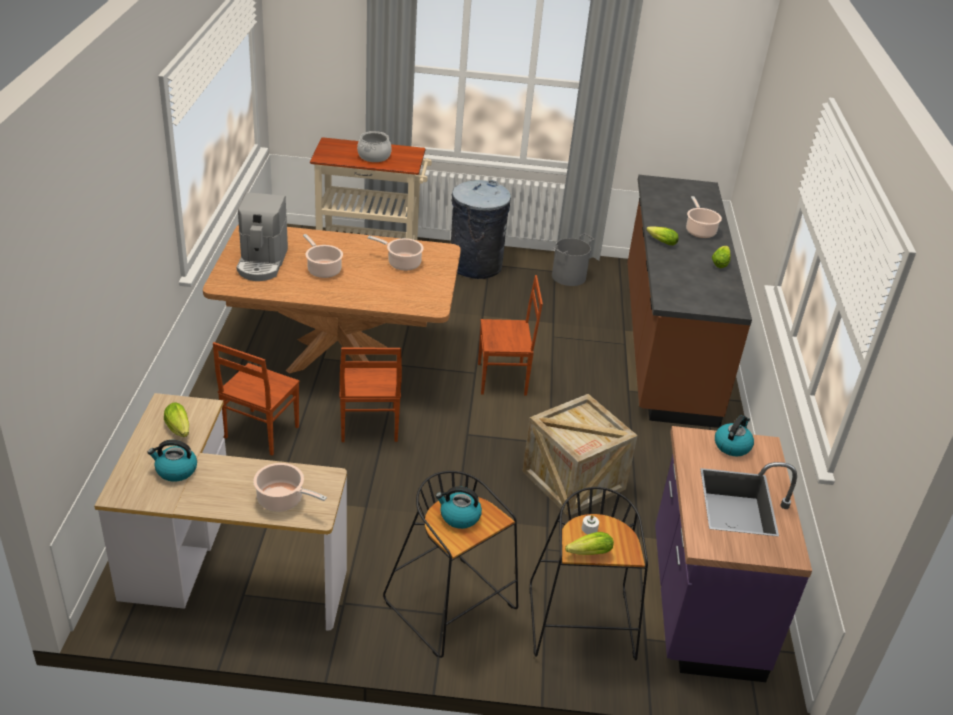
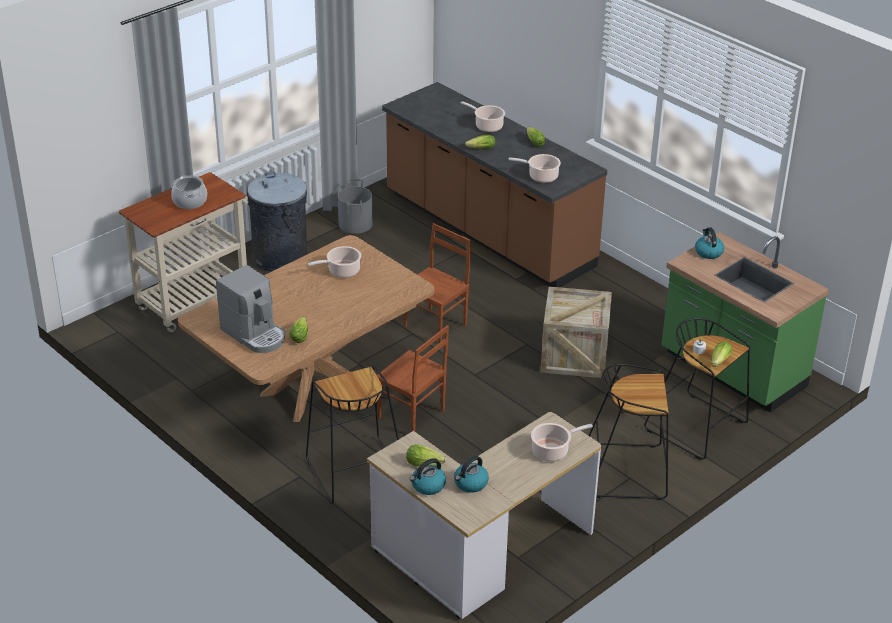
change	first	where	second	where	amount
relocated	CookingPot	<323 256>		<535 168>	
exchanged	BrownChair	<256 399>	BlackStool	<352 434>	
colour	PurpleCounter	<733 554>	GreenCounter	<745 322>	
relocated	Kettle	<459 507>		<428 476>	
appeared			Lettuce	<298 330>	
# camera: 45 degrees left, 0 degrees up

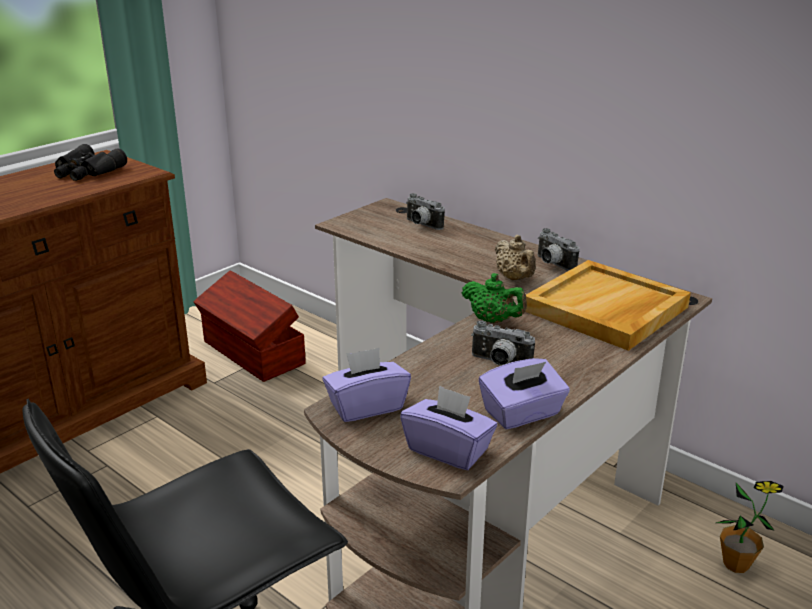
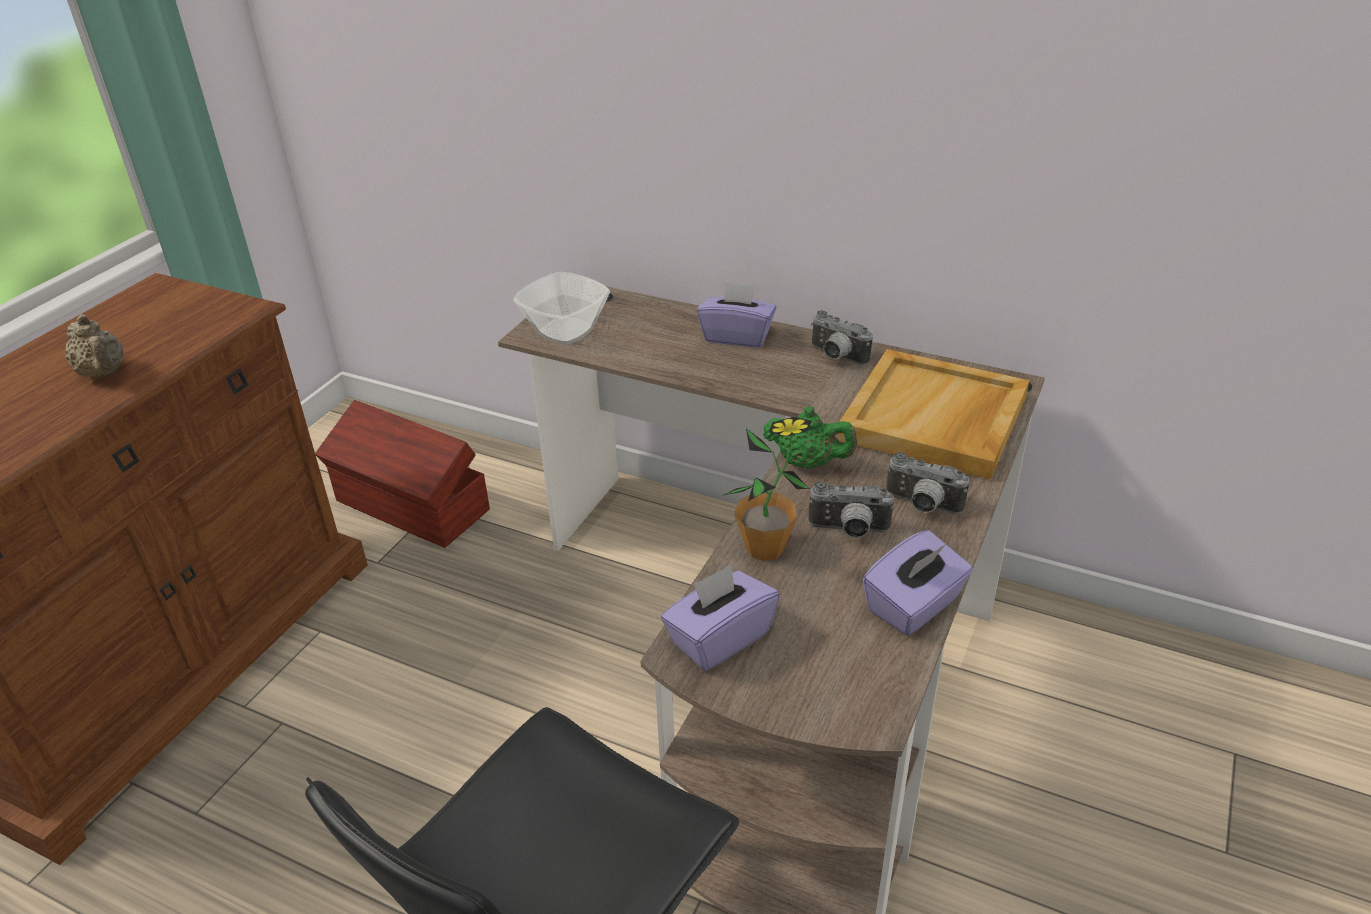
change	first	where	second	where	amount
missing	BlackBinoculars	<90 162>			
relocated	PhotoCamera	<425 211>		<927 483>	
relocated	BeigeTeapot	<515 257>		<94 346>	
relocated	PurpleTissueBox	<448 427>		<736 314>	
relocated	PottedPlant	<750 527>		<768 489>	
appeared			Bowl	<561 308>	
# camera: 15 degrees left, 10 degrees up

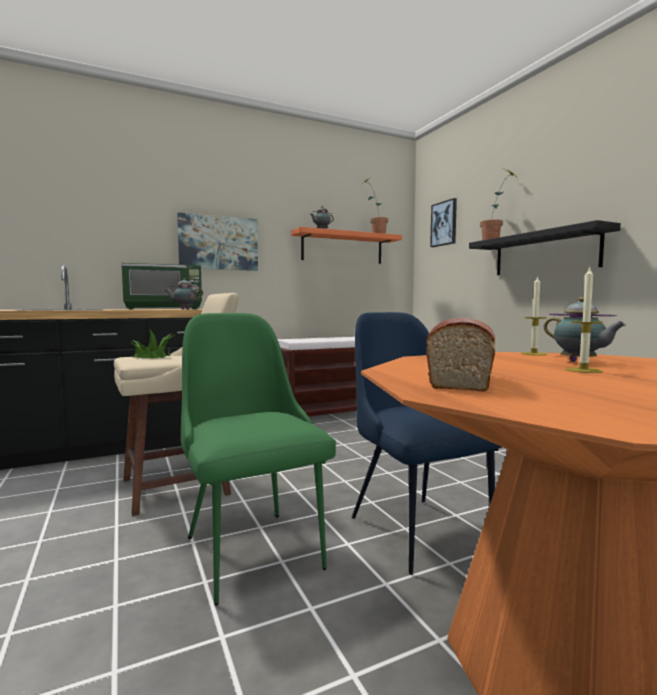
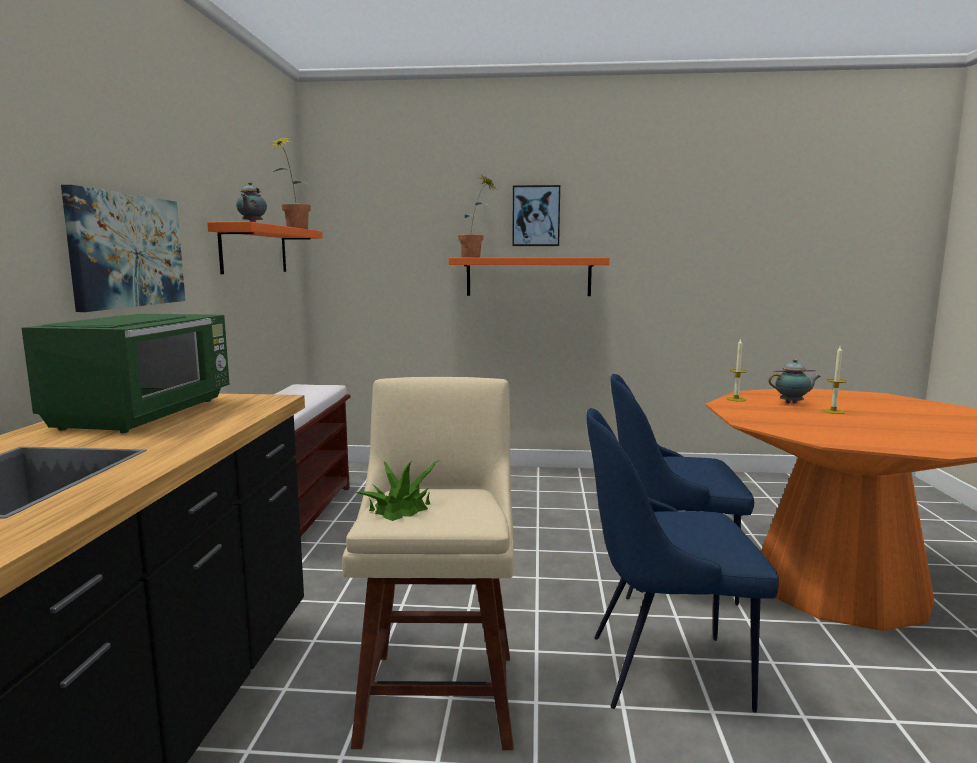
change	first	where	second	where	amount
relocated	Picture	<443 222>		<536 215>	
colour	BlackShelf	<545 247>	OrangeShelf	<529 277>	
missing	Teapot	<183 293>			
colour	GreenChair	<258 459>	BlueChair	<682 560>	
missing	Bread	<460 355>			
# camera: 60 degrees left, 5 degrees up

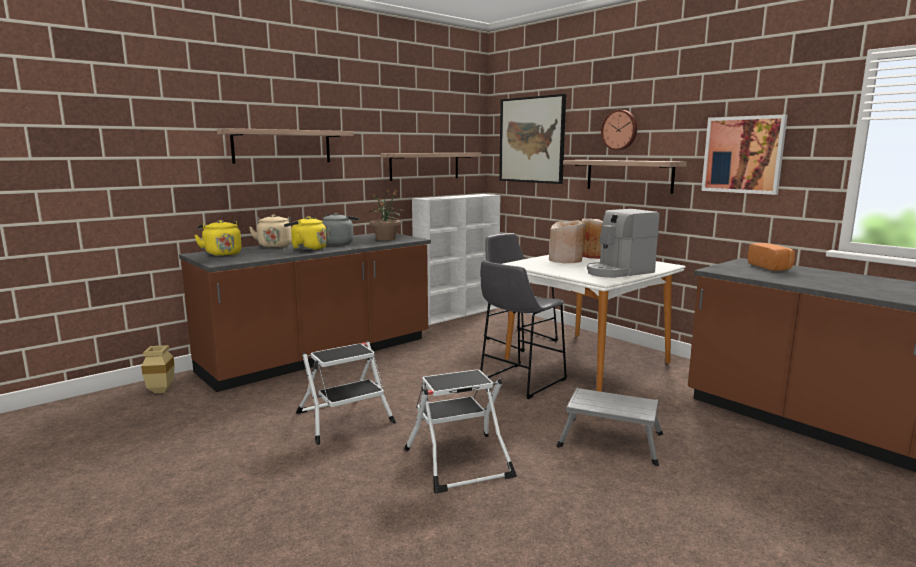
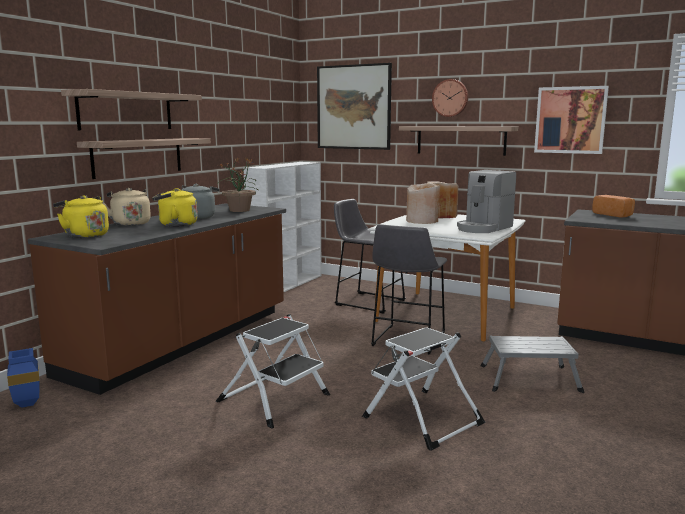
change	first	where	second	where	amount
relocated	Shelf	<431 167>		<144 158>	
colour	BeigeVase	<157 369>	BlueVase	<23 378>	
# camera: 20 degrees left, 0 degrees up

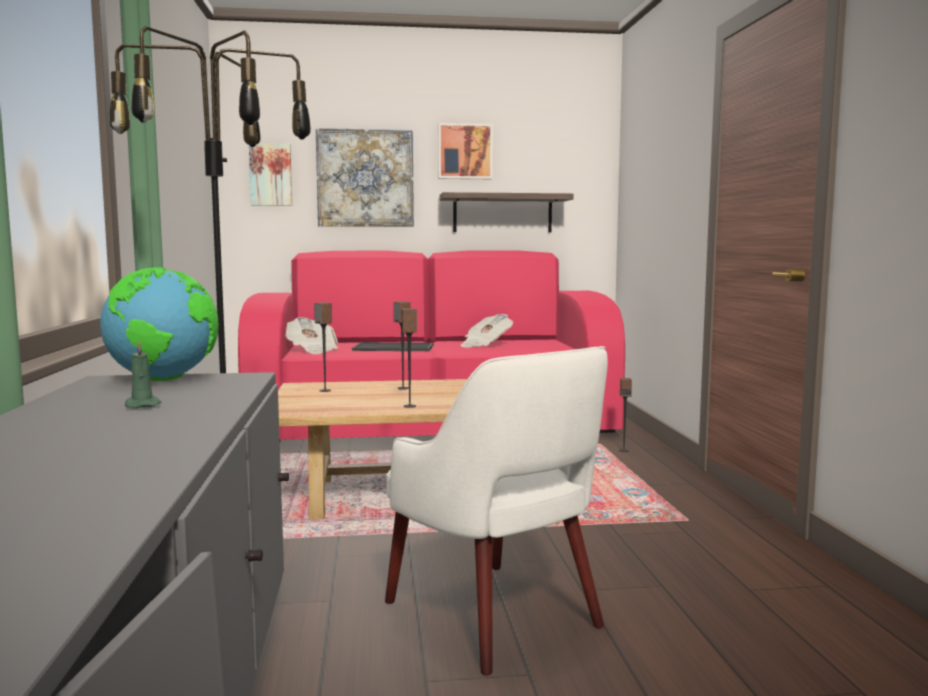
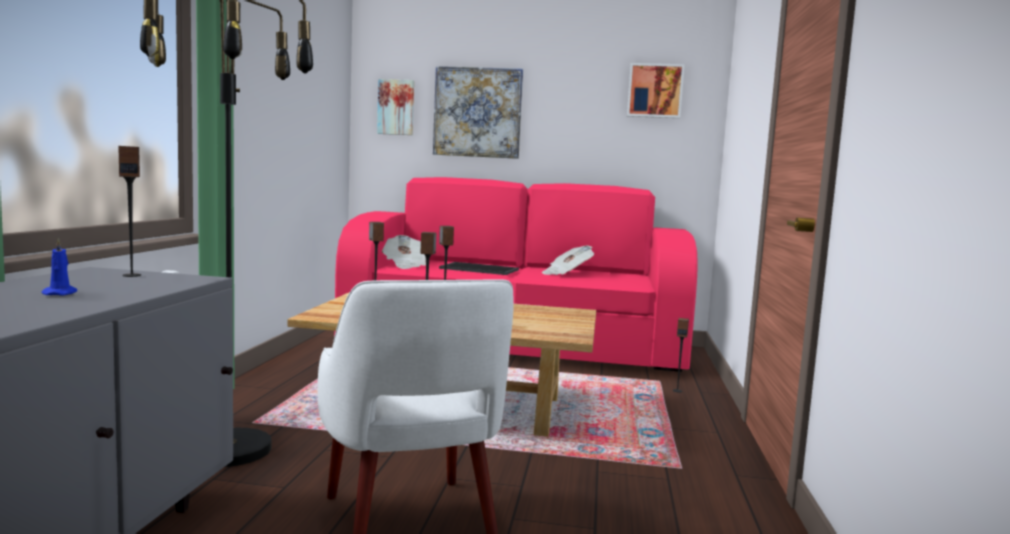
change	first	where	second	where	amount
relocated	Picture	<465 151>		<656 90>	
missing	Shelf	<507 212>			
exchanged	Globe	<159 324>	Speaker	<129 211>	
colour	GreenCandle	<143 374>	BlueCandle	<59 267>	
# camera: 15 degrees right, 0 degrees up

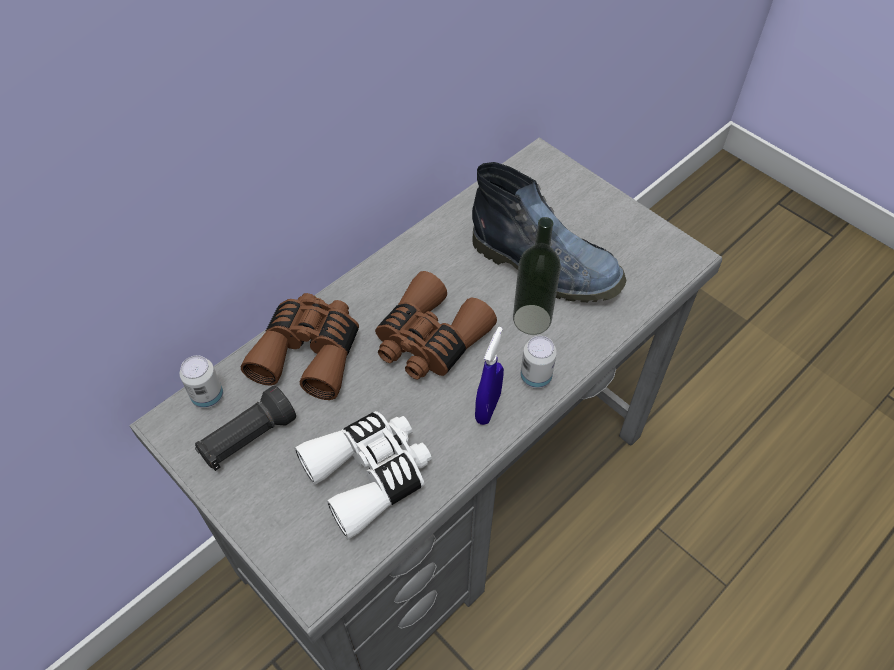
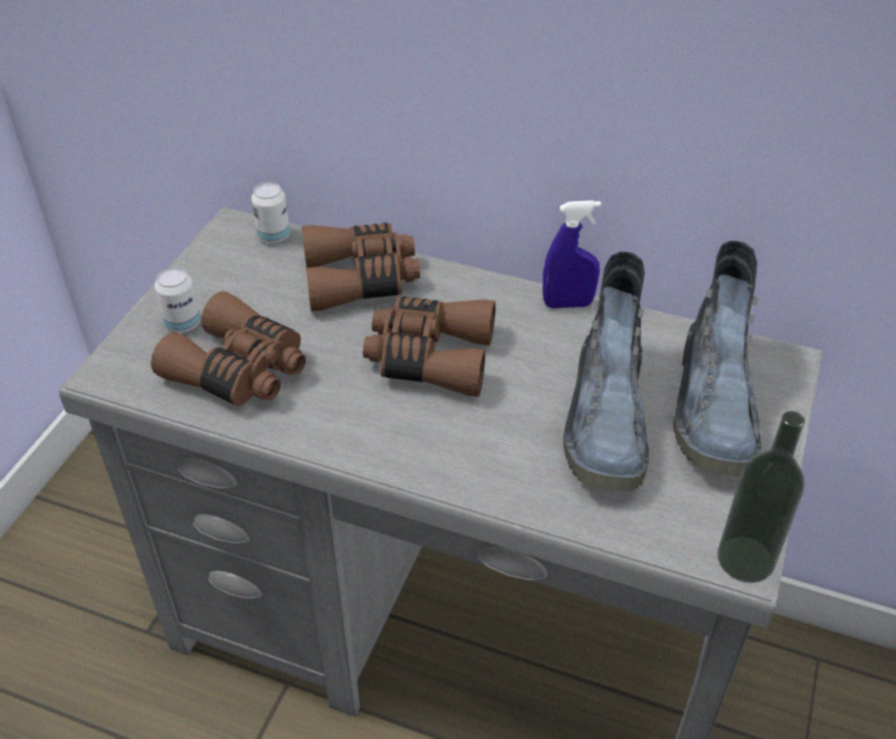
change	first	where	second	where	amount
relocated	Bottle	<537 276>		<761 497>	
relocated	BlueSprayBottle	<489 376>		<572 254>	
relocated	Can	<538 362>		<177 300>	
missing	BlackFlashlight	<245 428>			
colour	WhiteBinoculars	<363 475>	BrownBinoculars	<228 348>	
appeared			Boot	<717 358>	
# camera: 65 degrees right, 10 degrees down

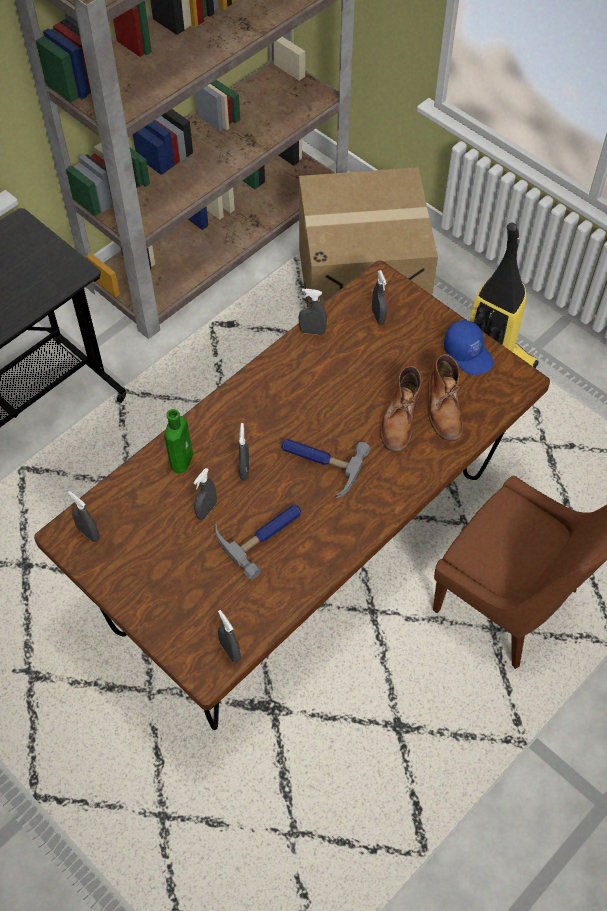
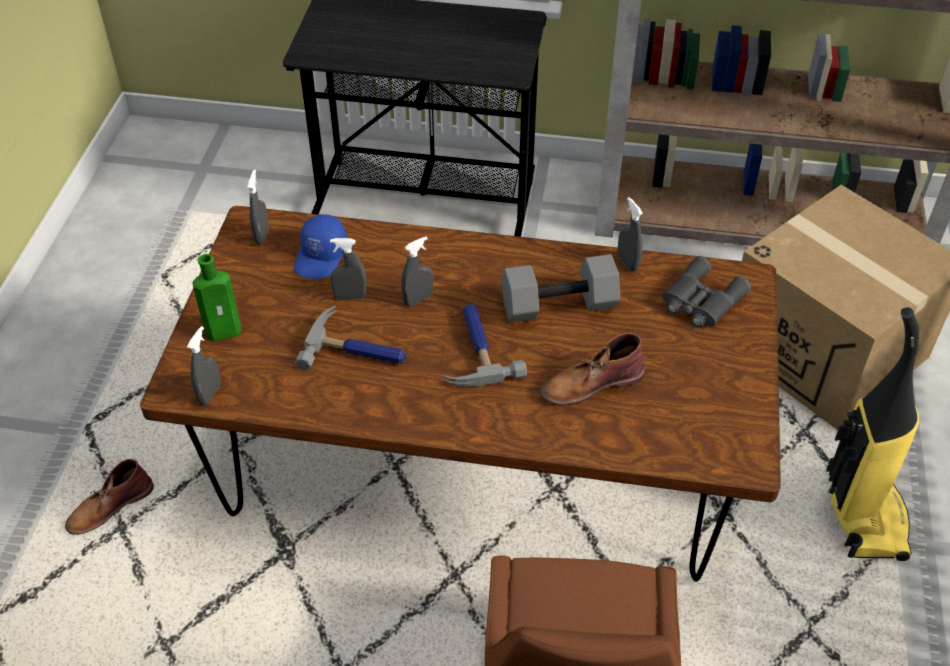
change	first	where	second	where	amount
exchanged	GreySprayBottle	<379 297>	GreyBinoculars	<706 292>	
relocated	BlueCap	<469 347>		<320 246>	
relocated	BrownBoot	<445 397>		<109 497>	
relocated	GreenBottle	<178 441>		<217 297>	
appeared			GreyDumbbell	<561 288>	
# camera: 55 degrees right, 10 degrees down

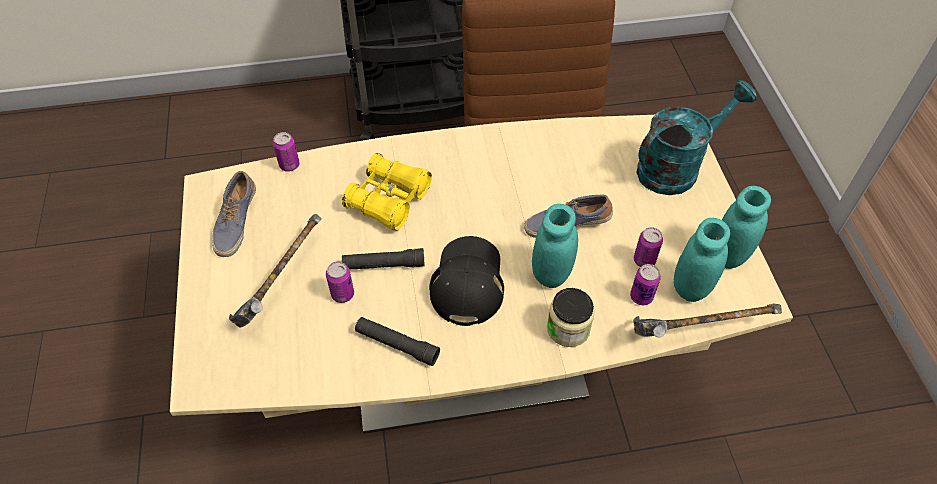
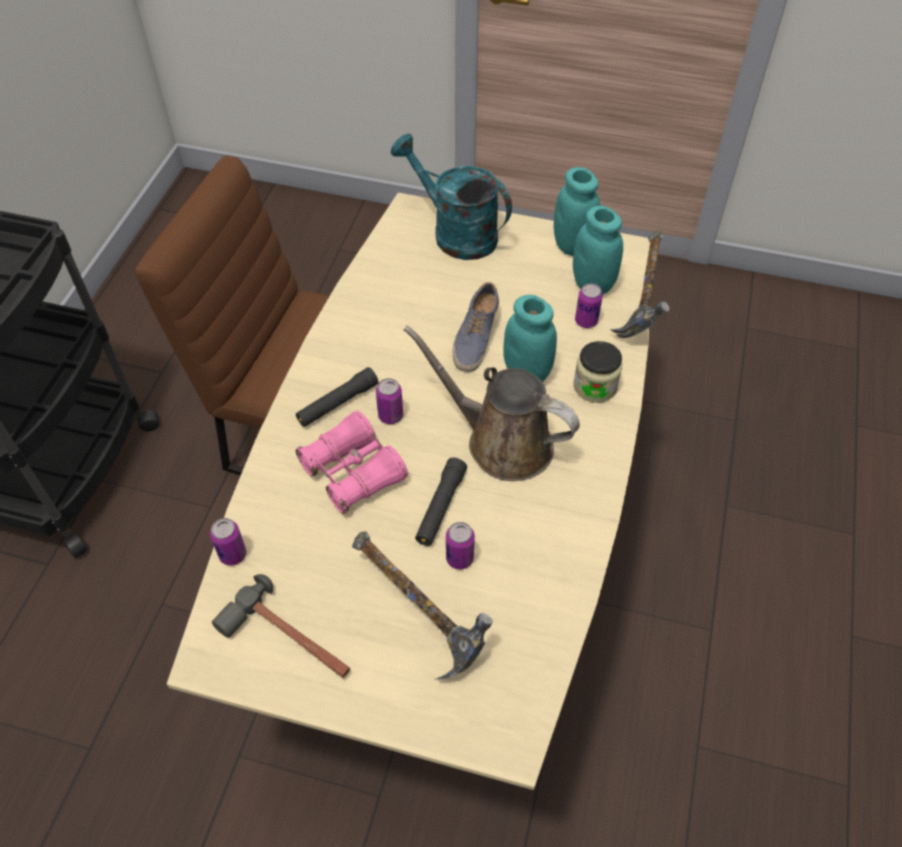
change	first	where	second	where	amount
spun	TurquoiseWateringCan	<696 137>		<451 197>	45 degrees counterclockwise
colour	YellowBinoculars	<387 192>	PinkBinoculars	<352 462>	
exchanged	Shoe	<234 214>	Hammer	<281 626>	
relocated	Can	<648 247>		<389 401>	
exchanged	BlackCap	<466 281>	BrownWateringCan	<492 403>	
relocated	BlackFlashlight	<397 341>		<337 397>	
# camera: 65 degrees left, 0 degrees up

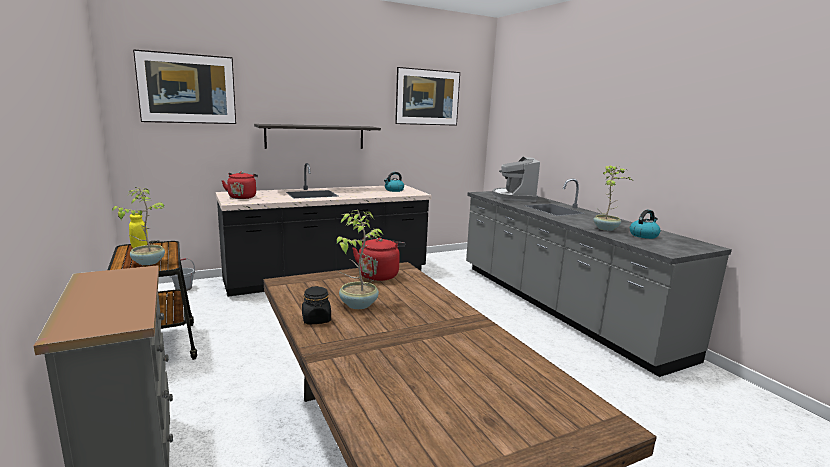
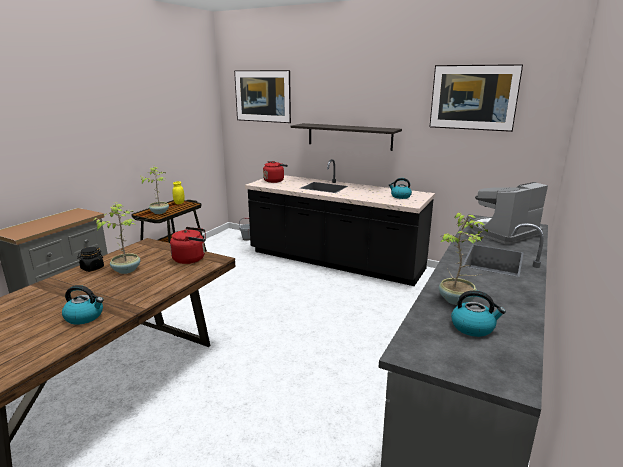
change	first	where	second	where	amount
appeared			Kettle	<82 305>	
# camera: 55 degrees right, 5 degrees up

